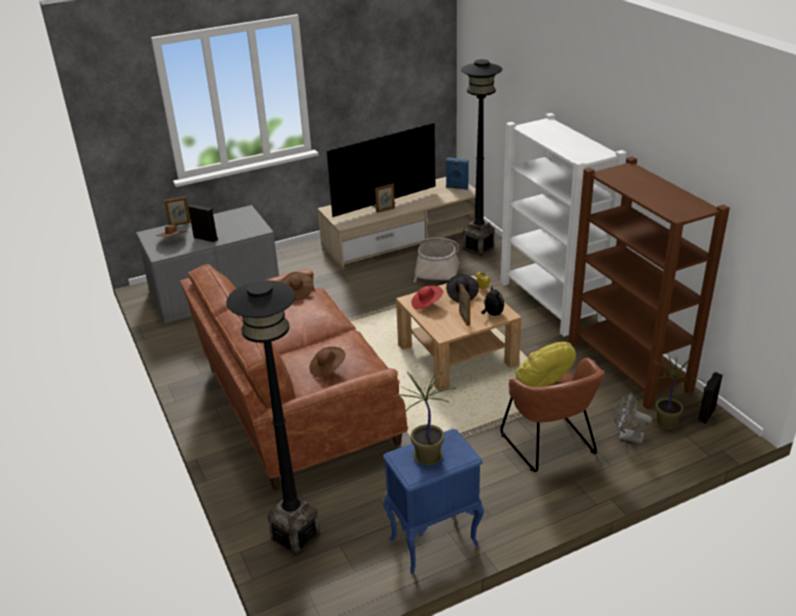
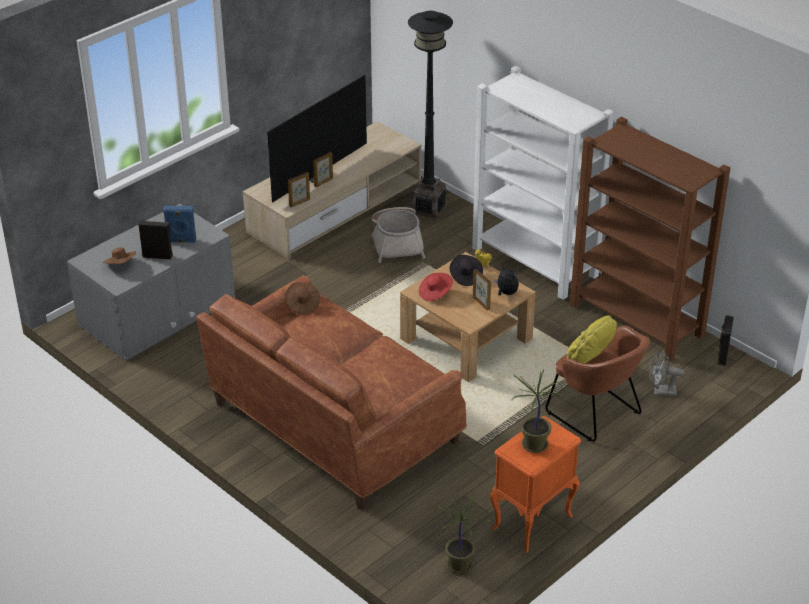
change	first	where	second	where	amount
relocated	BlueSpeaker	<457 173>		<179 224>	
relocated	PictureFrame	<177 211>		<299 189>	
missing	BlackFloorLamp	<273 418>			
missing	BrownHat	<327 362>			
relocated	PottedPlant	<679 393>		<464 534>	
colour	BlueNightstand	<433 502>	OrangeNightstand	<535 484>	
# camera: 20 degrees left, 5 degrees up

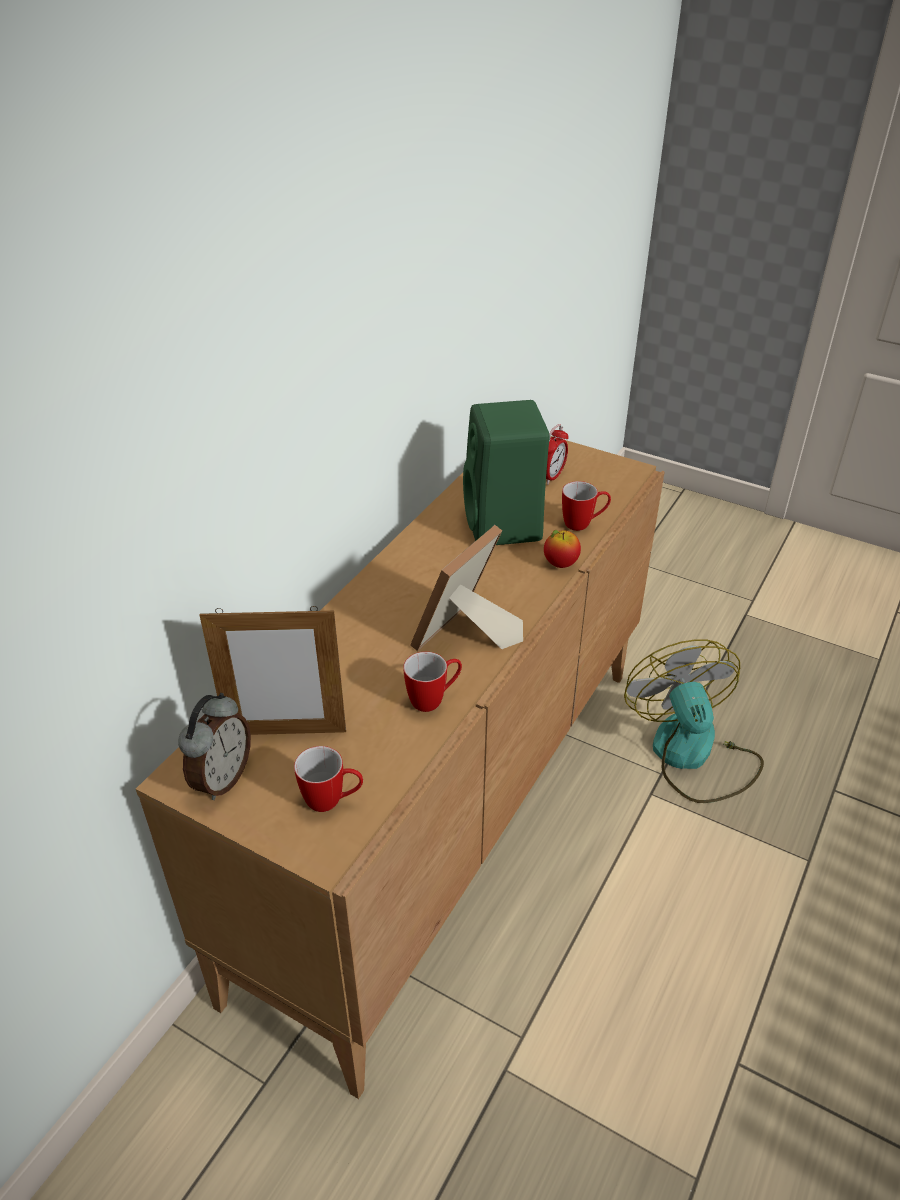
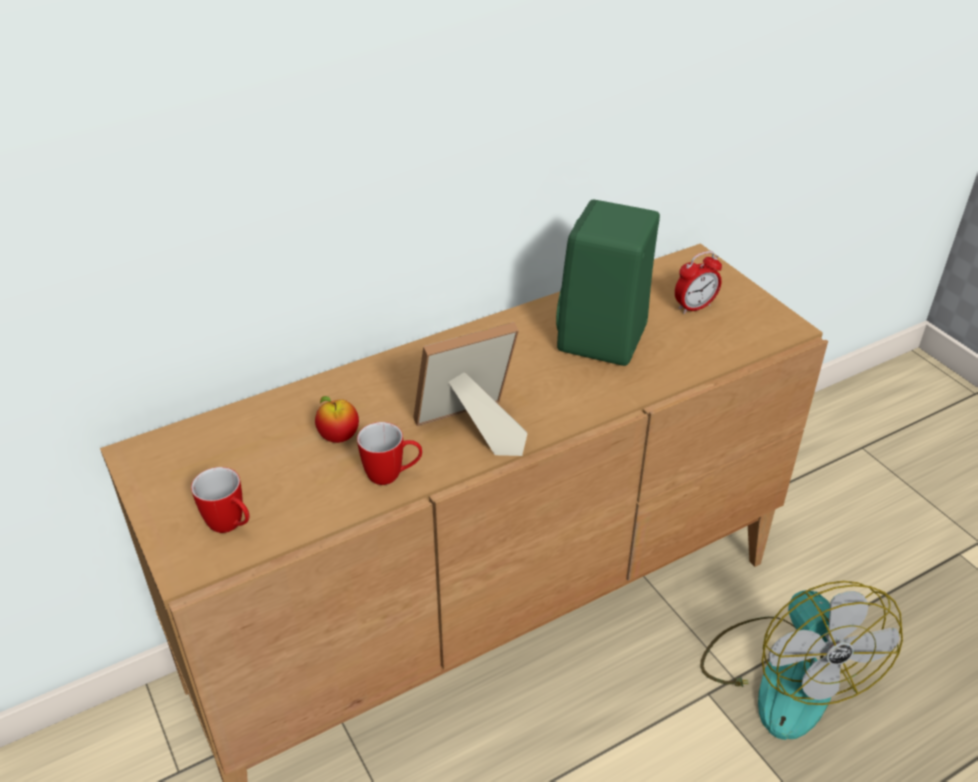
change	first	where	second	where	amount
missing	Mug	<586 506>			
relocated	Apple	<562 549>		<337 419>	
missing	PictureFrame	<273 670>			
spun	Fan	<694 721>		<801 660>	150 degrees clockwise
missing	AlarmClock	<214 746>			
# camera: 30 degrees right, 0 degrees up

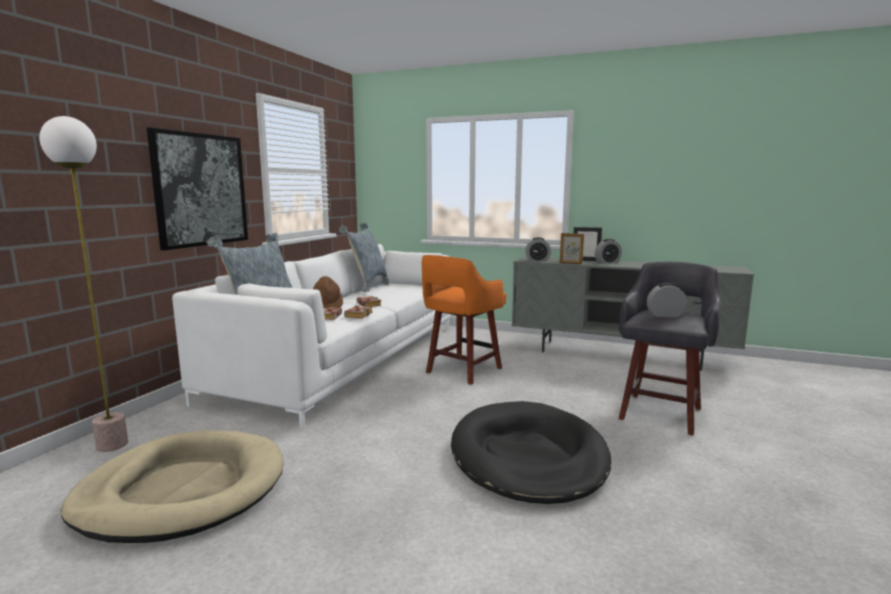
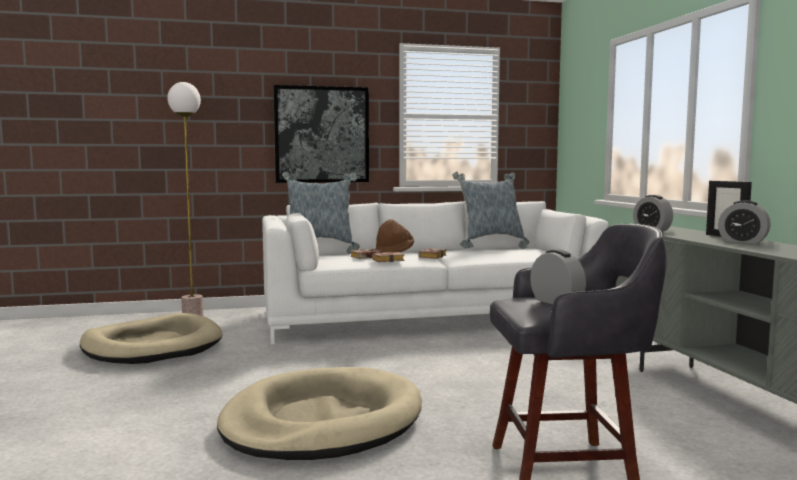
change	first	where	second	where	amount
missing	PictureFrame	<572 248>			
missing	OrangeStool	<464 320>			
colour	BlackDogBed	<531 452>	BeigeDogBed	<319 413>	
# camera: 55 degrees right, 5 degrees down

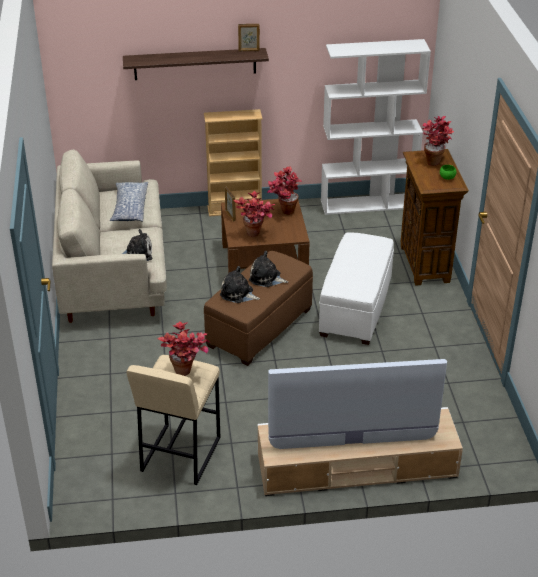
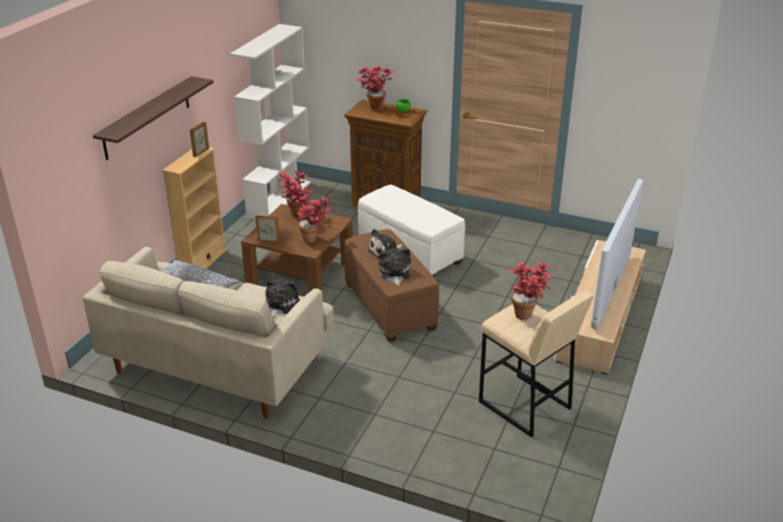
change	first	where	second	where	amount
relocated	PictureFrame	<249 37>		<199 139>	
spun	PlushToy	<240 284>		<395 267>	120 degrees clockwise
# camera: 60 degrees left, 5 degrees down

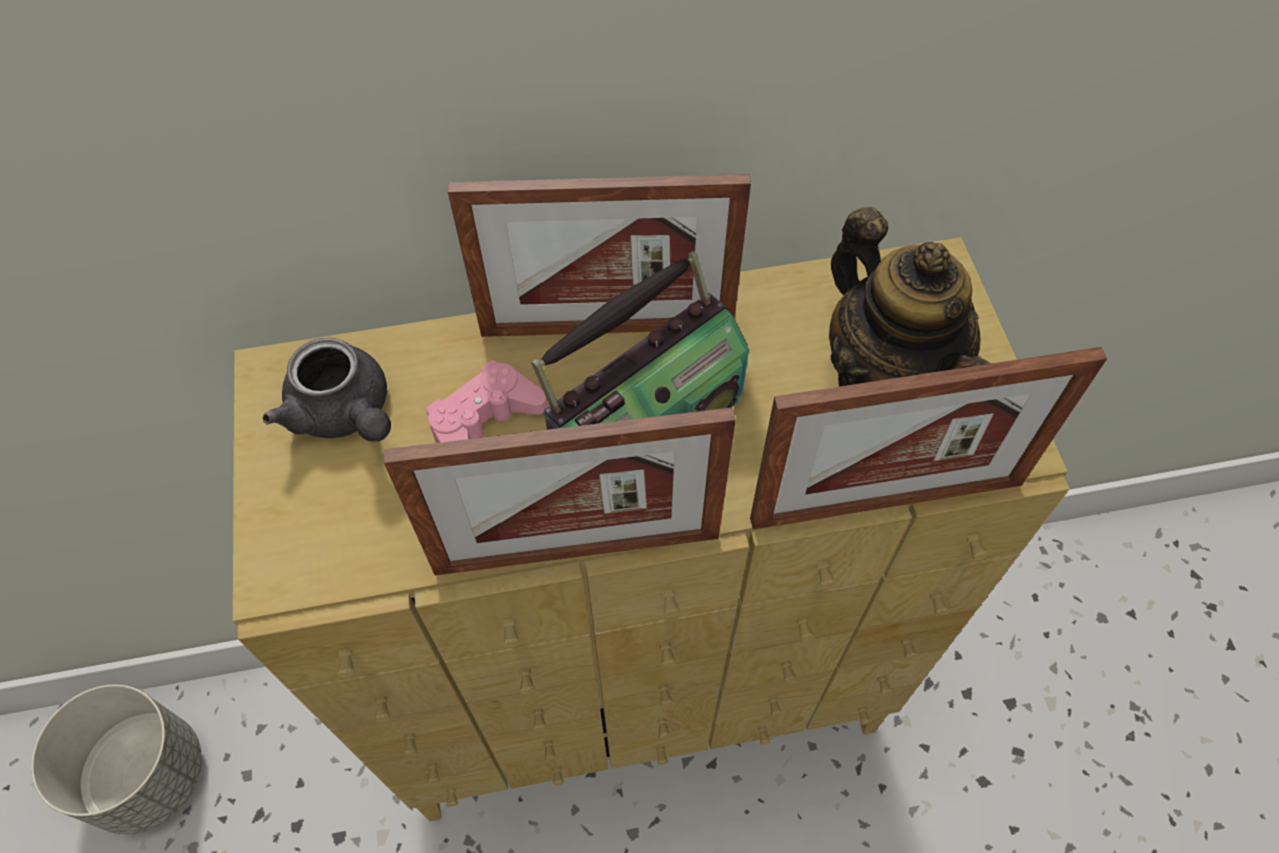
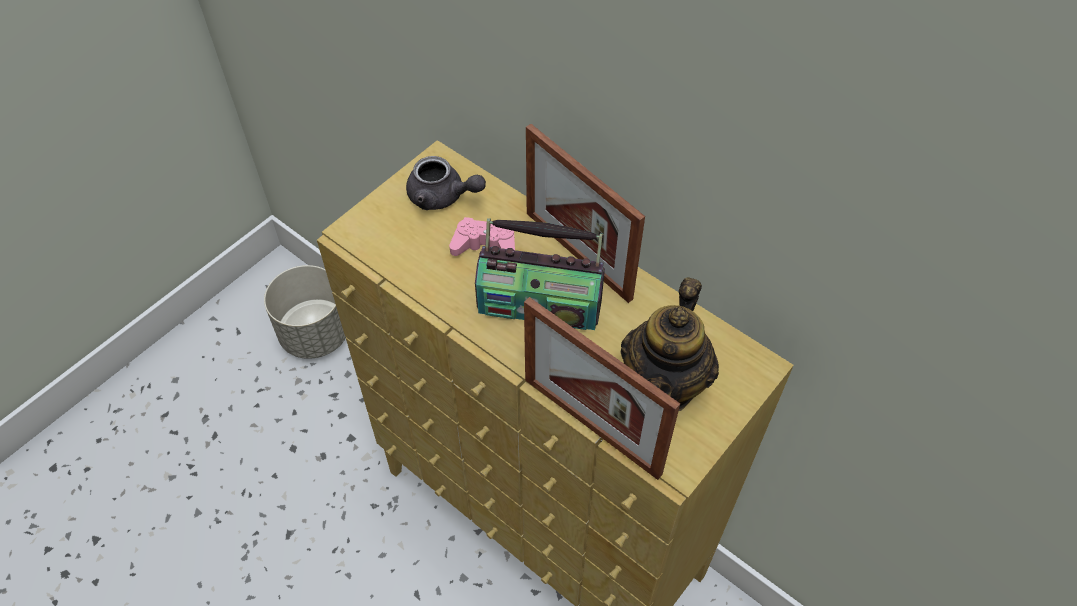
change	first	where	second	where	amount
spun	GreyTeapot	<327 390>		<446 183>	75 degrees counterclockwise
missing	PictureFrame	<560 491>			
# camera: 50 degrees right, 5 degrees down

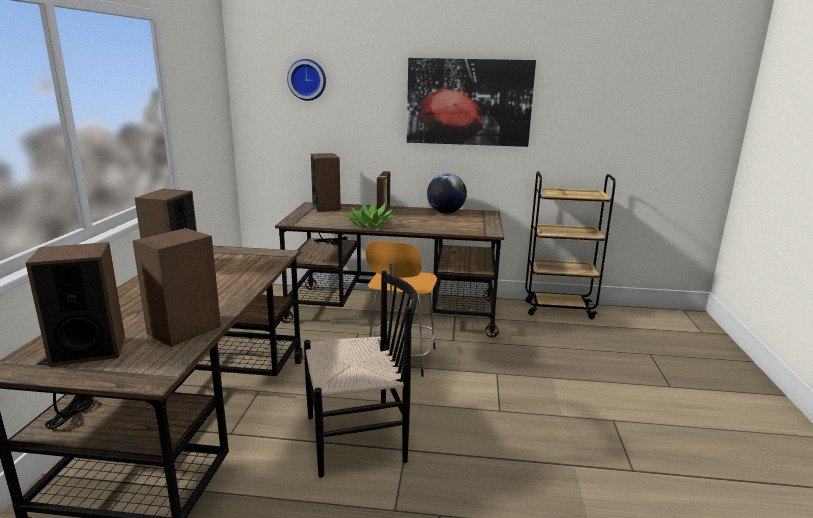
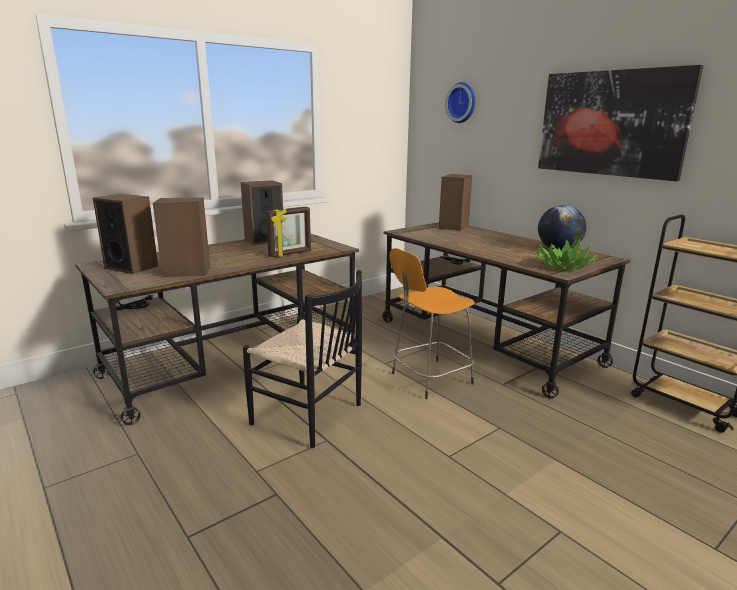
change	first	where	second	where	amount
relocated	PictureFrame	<383 193>		<288 232>	
relocated	PottedPlant	<369 214>		<566 254>	
# camera: 45 degrees right, 0 degrees up

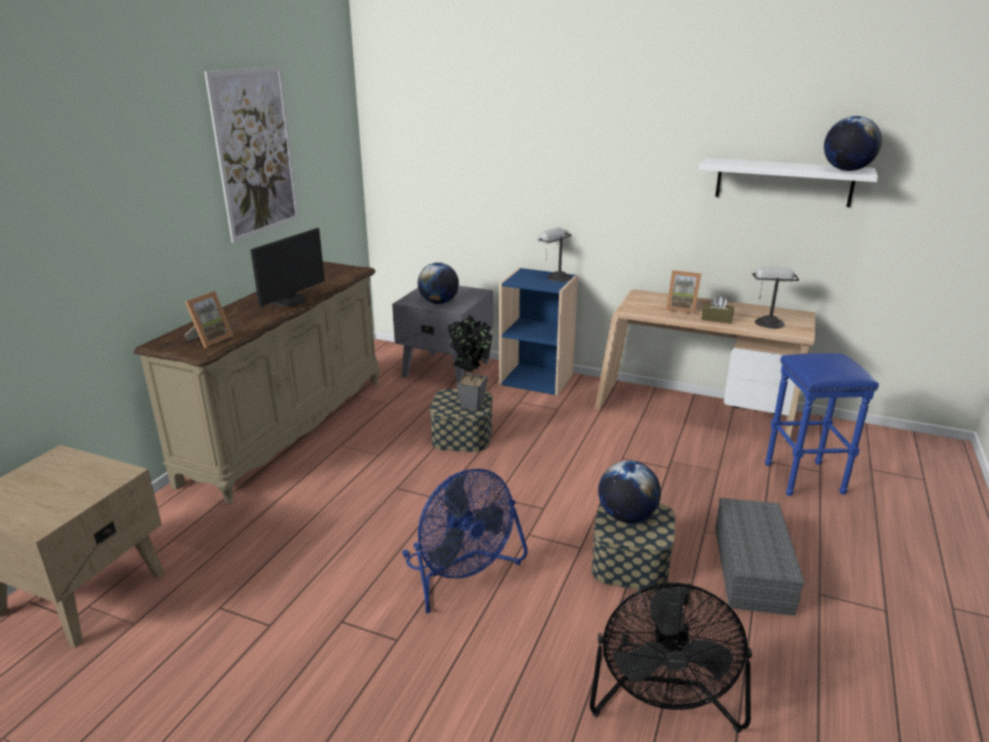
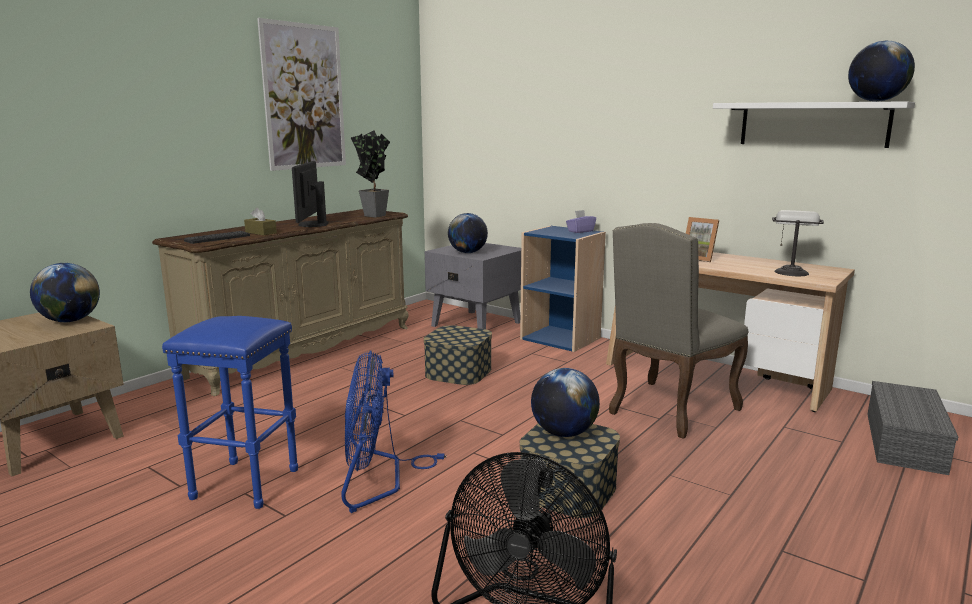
change	first	where	second	where	amount
exchanged	TableLamp	<554 254>	PurpleTissueBox	<581 221>	
spun	Monitor	<287 267>		<310 194>	135 degrees clockwise
exchanged	PictureFrame	<209 319>	Keyboard	<217 237>	
relocated	BrownTissueBox	<717 310>		<260 221>	
relocated	PottedPlant	<470 362>		<370 174>	
relocated	BlueStool	<822 424>		<230 412>	
spun	BlueFan	<465 541>		<394 432>	105 degrees clockwise
relocated	GreyStorageBox	<760 557>		<912 428>	
appeared			GreyChair	<678 331>	
appeared			Globe	<65 292>	
# camera: 15 degrees right, 10 degrees down

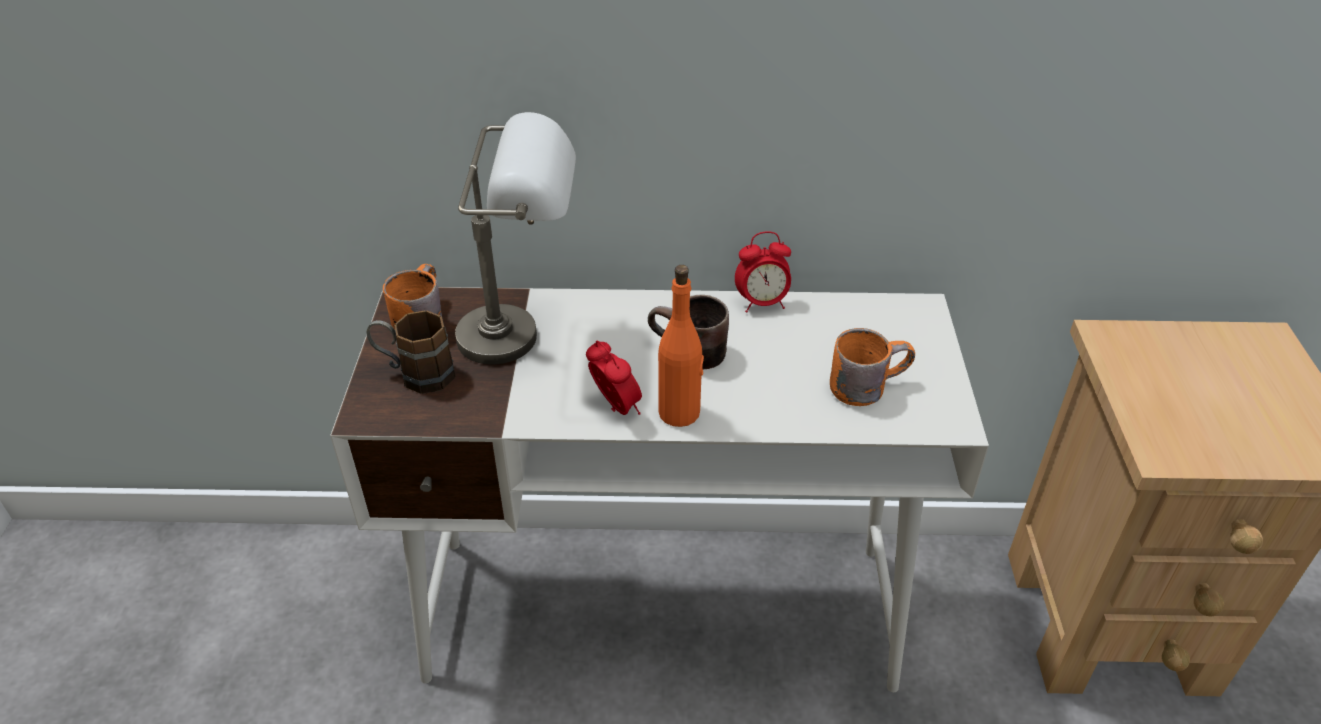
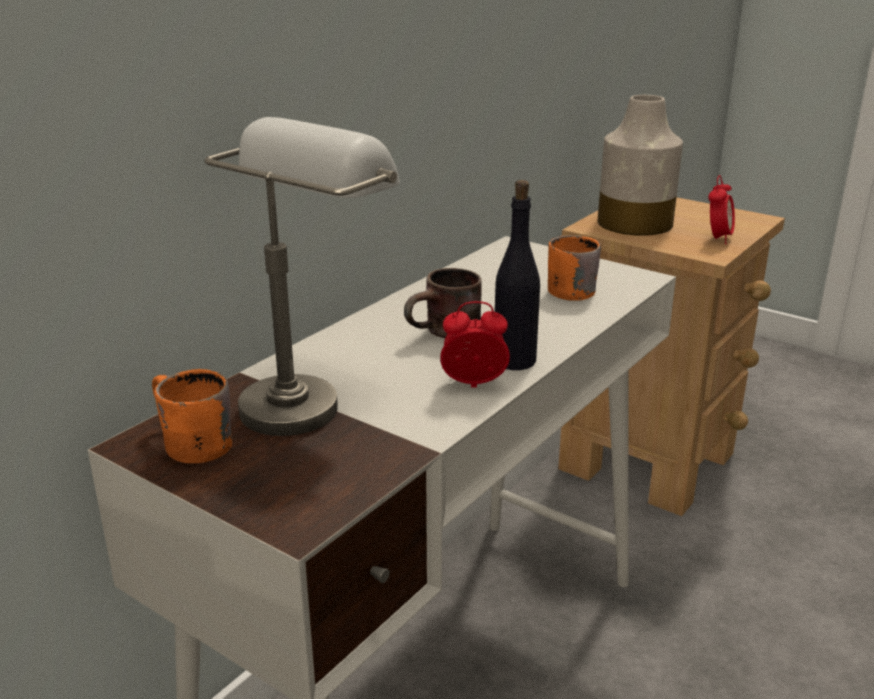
change	first	where	second	where	amount
relocated	AlarmClock	<763 272>		<721 209>	
colour	OrangeBottle	<681 346>	BlackBottle	<517 275>	
missing	BrownMug	<411 352>			
appeared			BeigeVase	<640 165>	
# camera: 55 degrees left, 15 degrees down

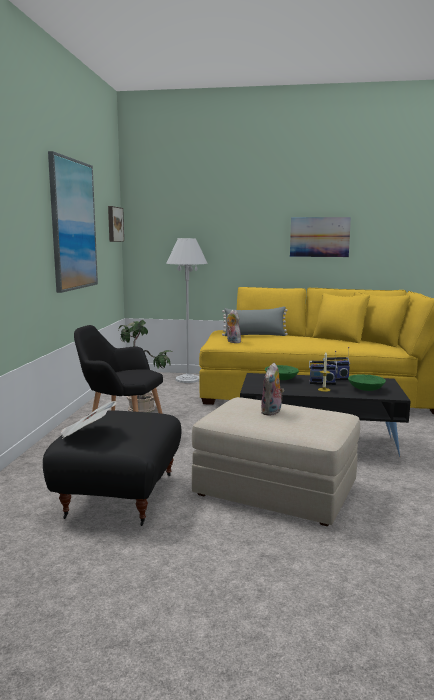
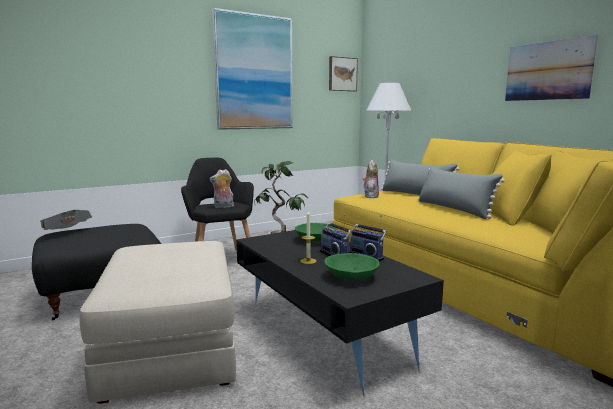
change	first	where	second	where	amount
relocated	PlushToy	<272 389>		<221 188>	
appeared			GreyPillow	<461 192>	
# camera: 50 degrees right, 0 degrees up

